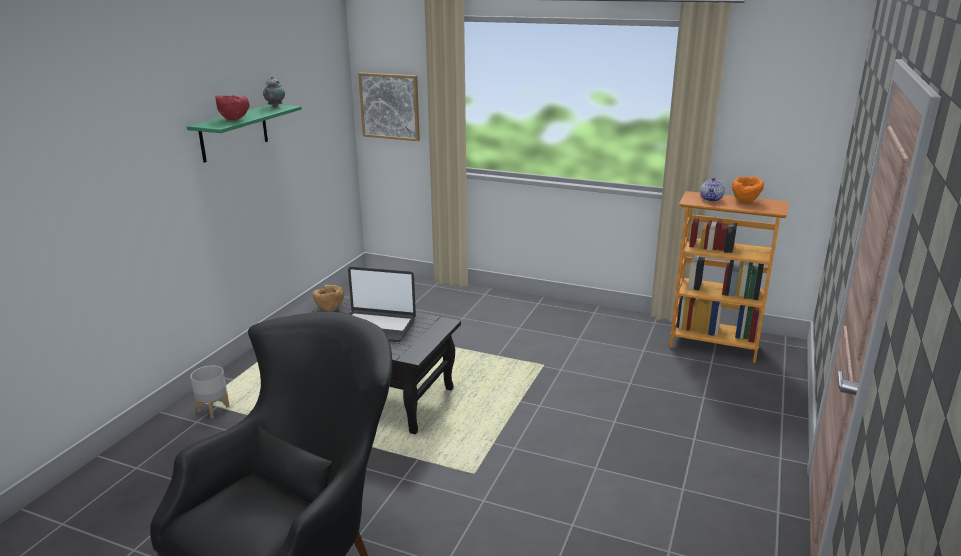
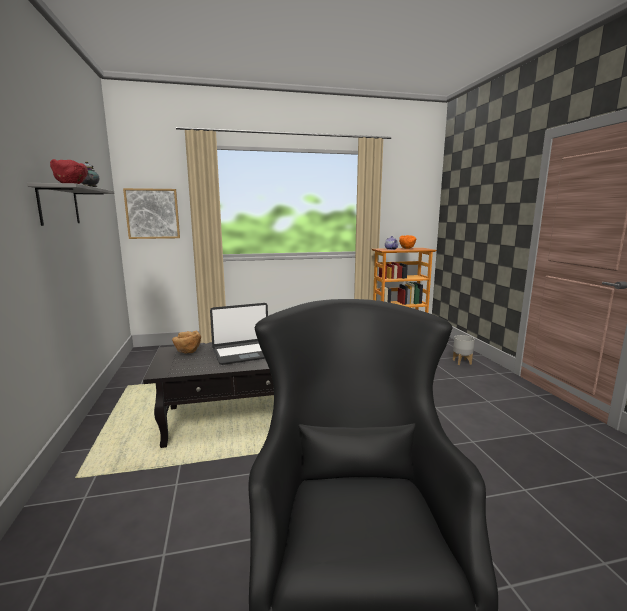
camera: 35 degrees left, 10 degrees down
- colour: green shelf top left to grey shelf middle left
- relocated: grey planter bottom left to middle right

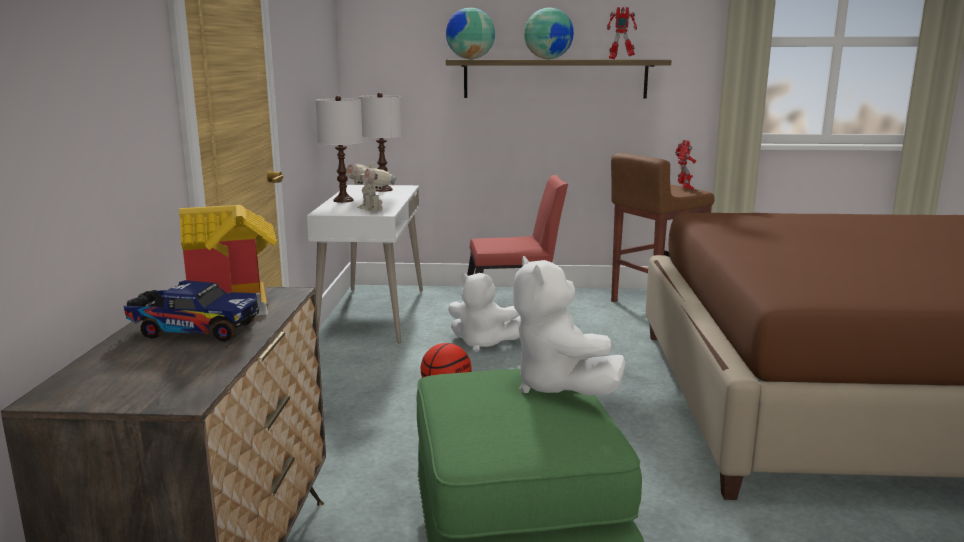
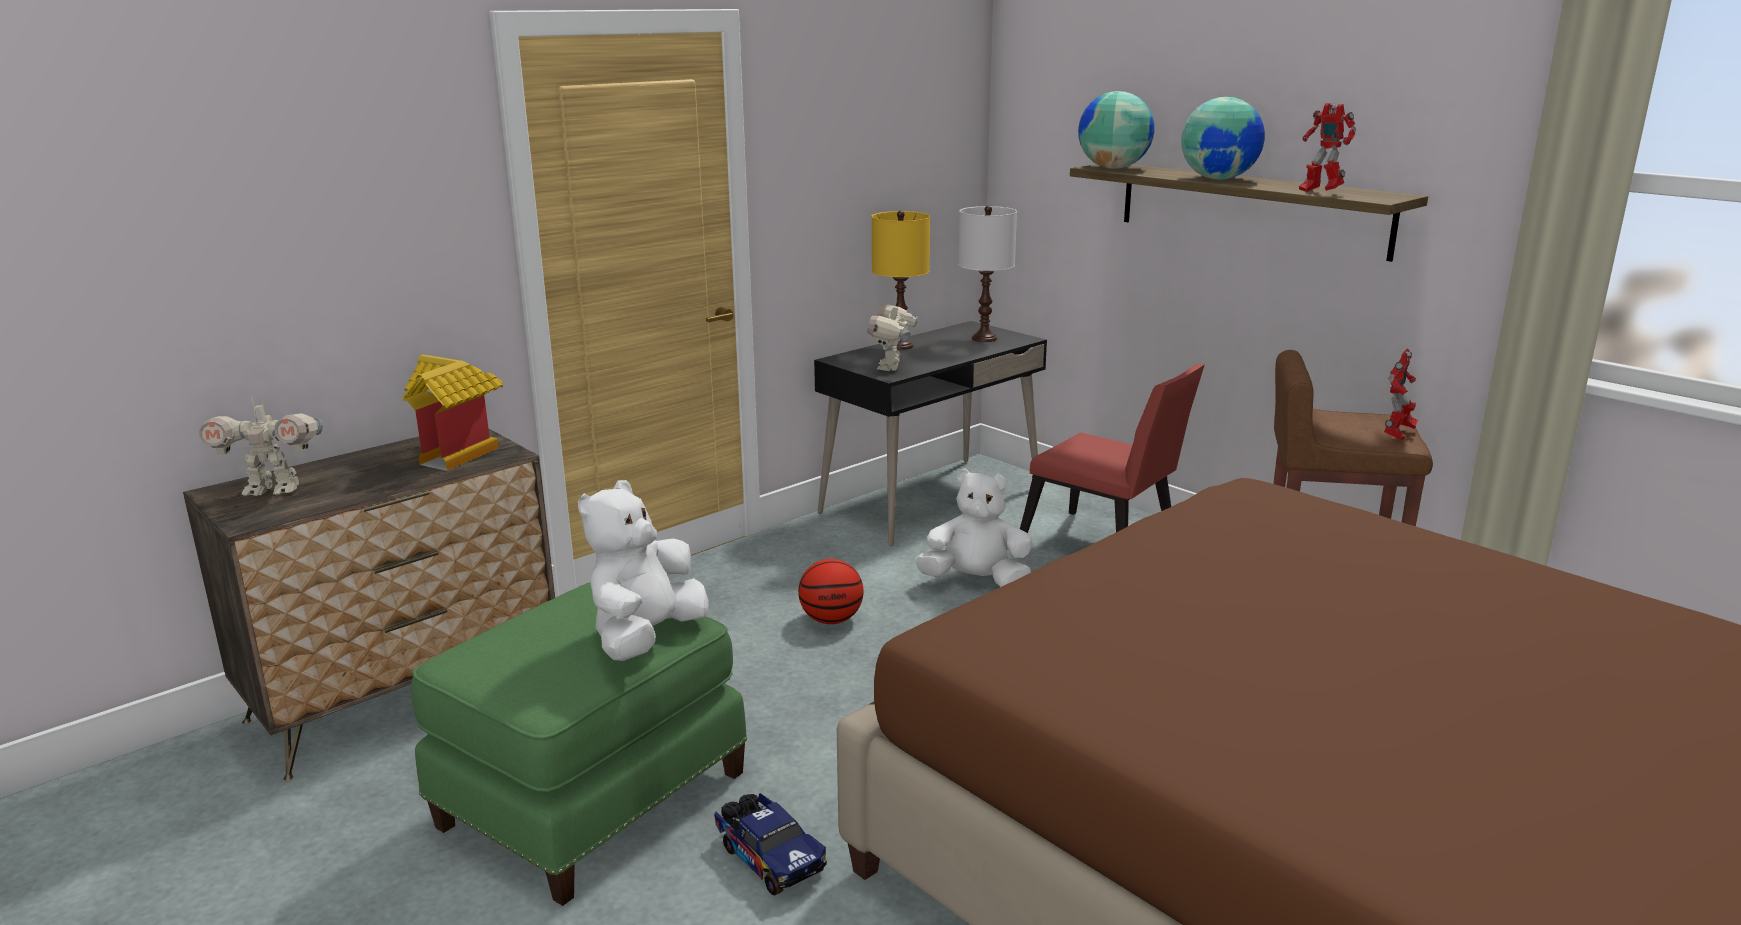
camera: 45 degrees right, 5 degrees up
- appeared: toy robot (no. 1 from left) middle left
- relocated: toy truck middle left to bottom centre
- colour: white desk centre to black desk centre
- colour: white table lamp (no. 1 from left) top centre to yellow table lamp top centre
- spun: white plush toy (no. 1 from left in the first image) centre = centre 120 degrees clockwise

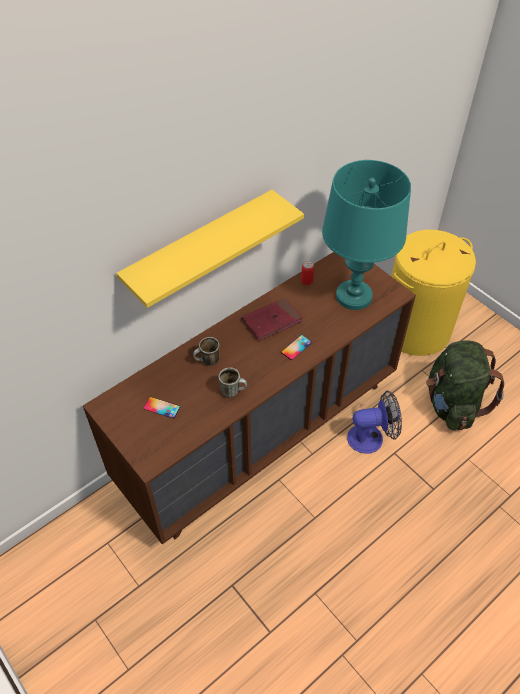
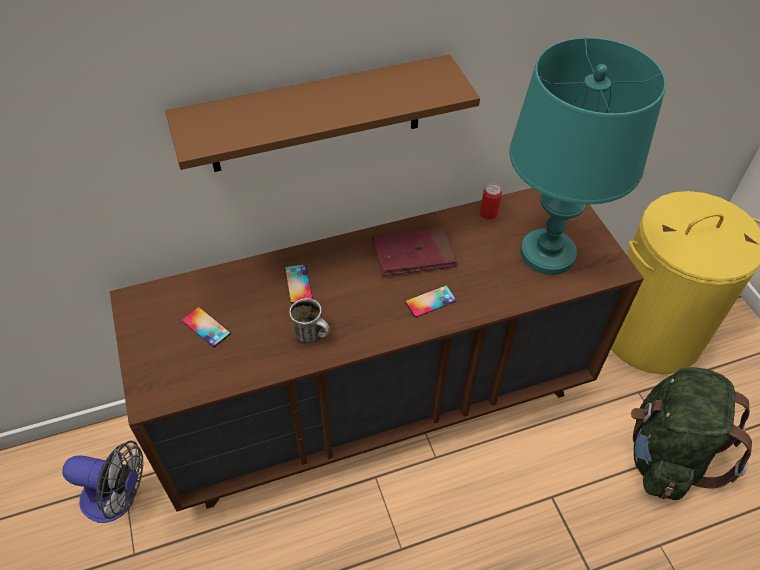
camera: 20 degrees right, 0 degrees up
- relocated: fan middle right to bottom left
- colour: yellow shelf centre to brown shelf top centre
- exchanged: mug (no. 1 from left) centre to phone (no. 2 from left) centre

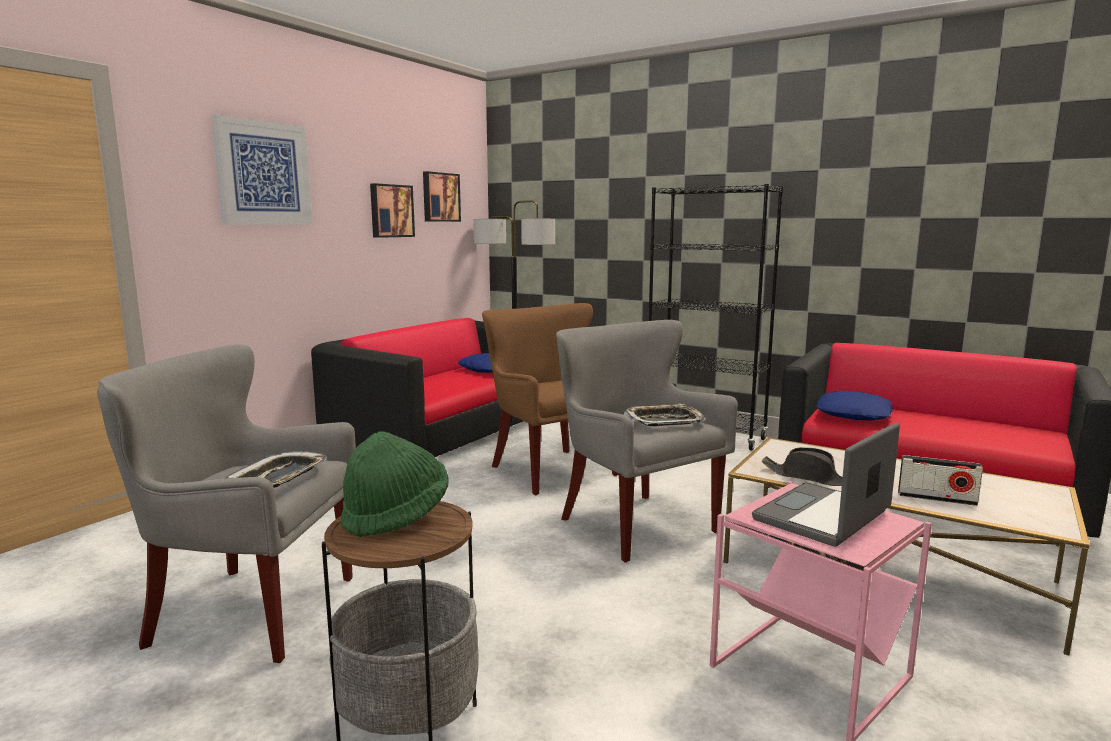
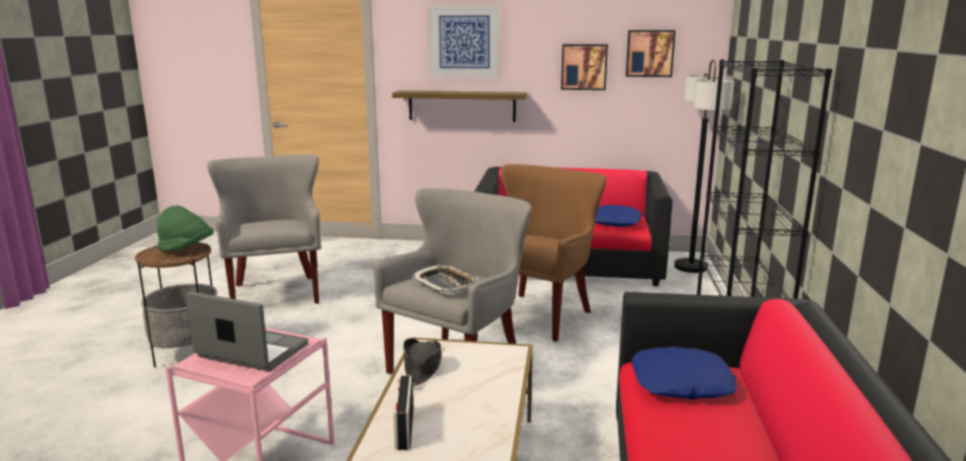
camera: 65 degrees right, 5 degrees up
- appeared: shelf top centre
- missing: tray (no. 1 from left) middle left

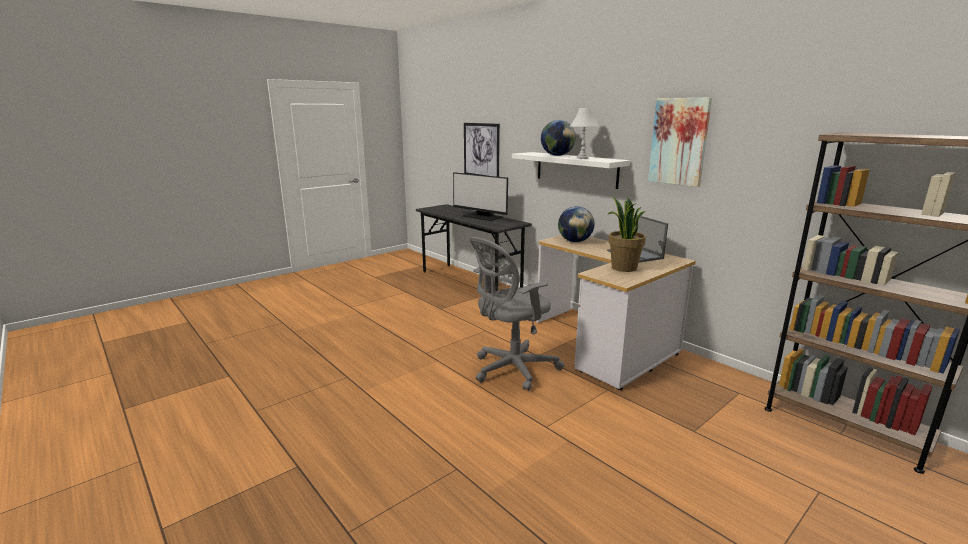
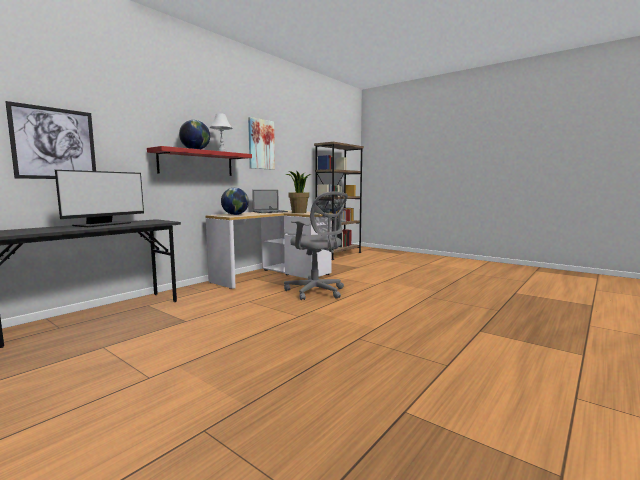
camera: 100 degrees left, 10 degrees down
- colour: white shelf top centre to red shelf middle left

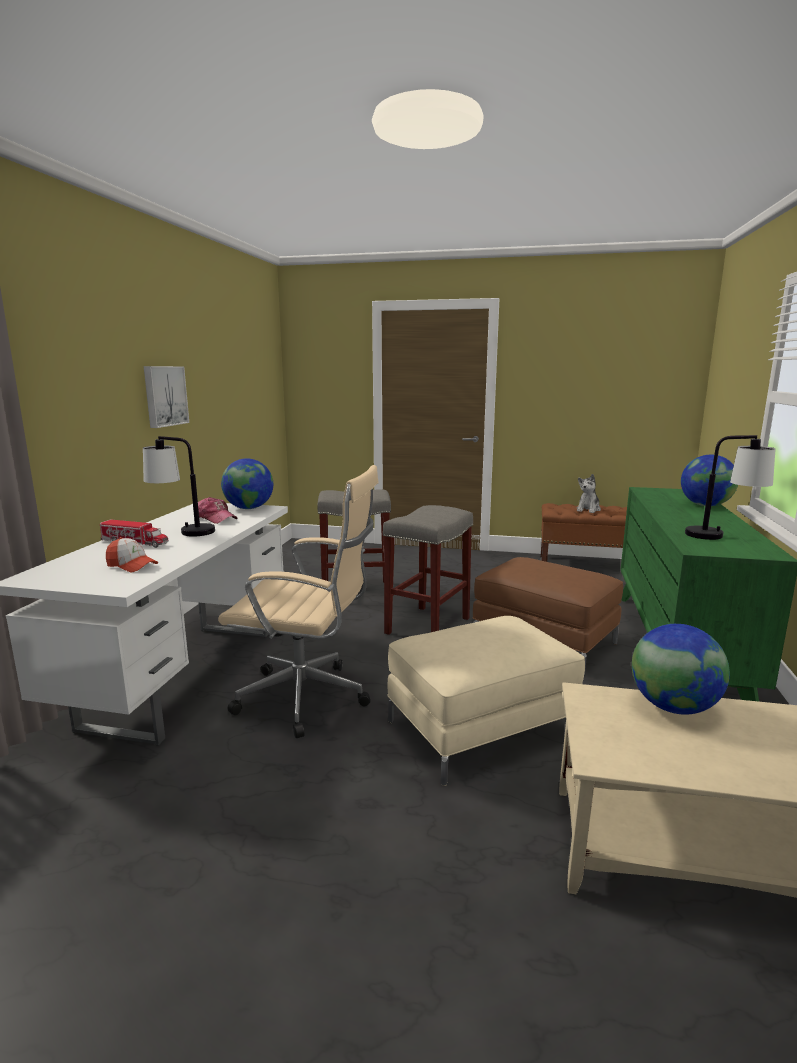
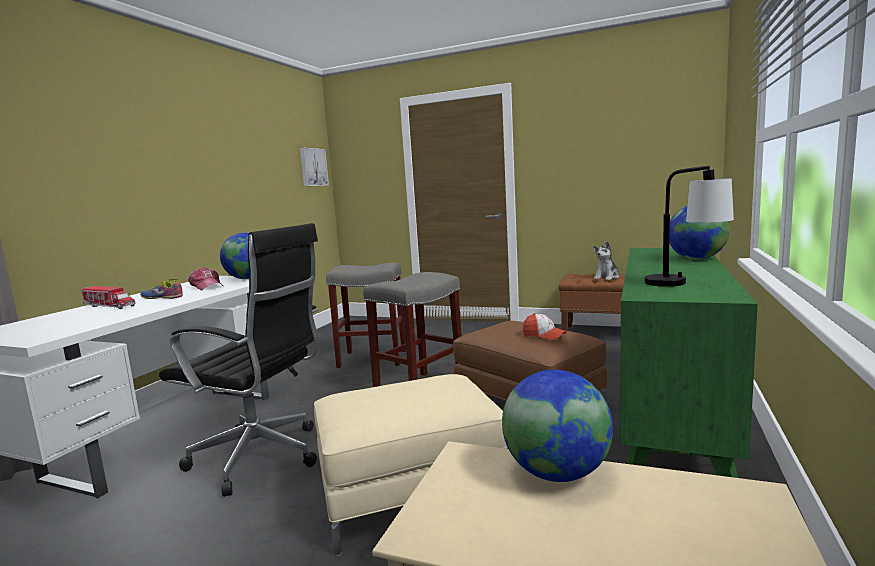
camera: 10 degrees right, 5 degrees down
- exchanged: table lamp (no. 1 from left) middle left to shoe middle left
- colour: beige office chair centre to black office chair middle left
- relocated: picture middle left to top centre
- relocated: cap (no. 1 from left in the first image) middle left to cap (no. 2 from left) centre

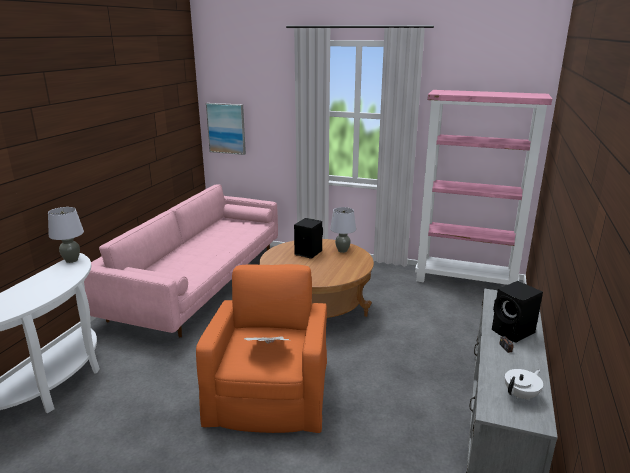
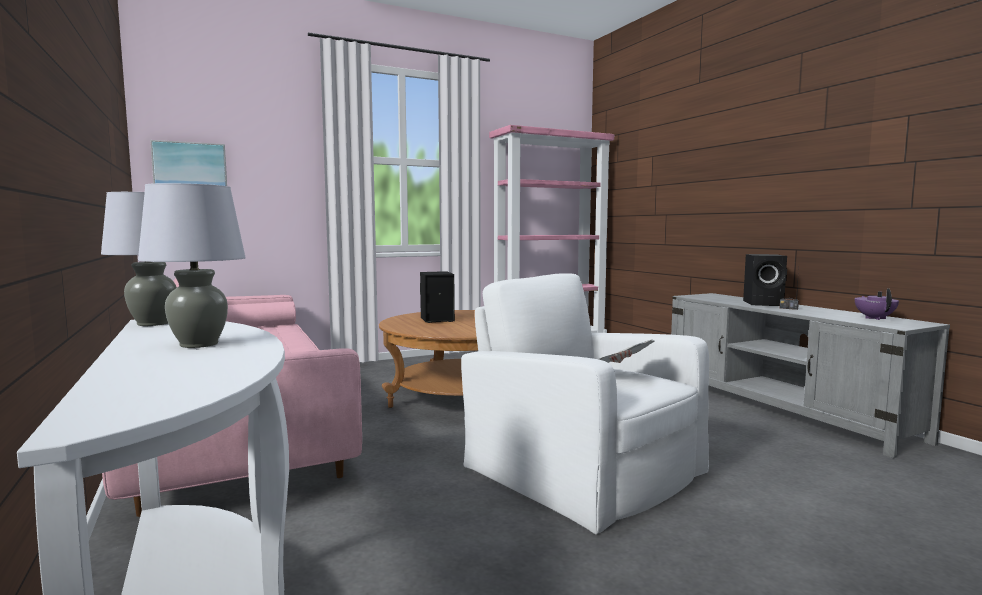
camera: 45 degrees left, 15 degrees down
- relocated: grey table lamp (no. 2 from left) centre to middle left
- colour: orange armchair bottom centre to white armchair bottom centre
- colour: white teapot bottom right to purple teapot middle right

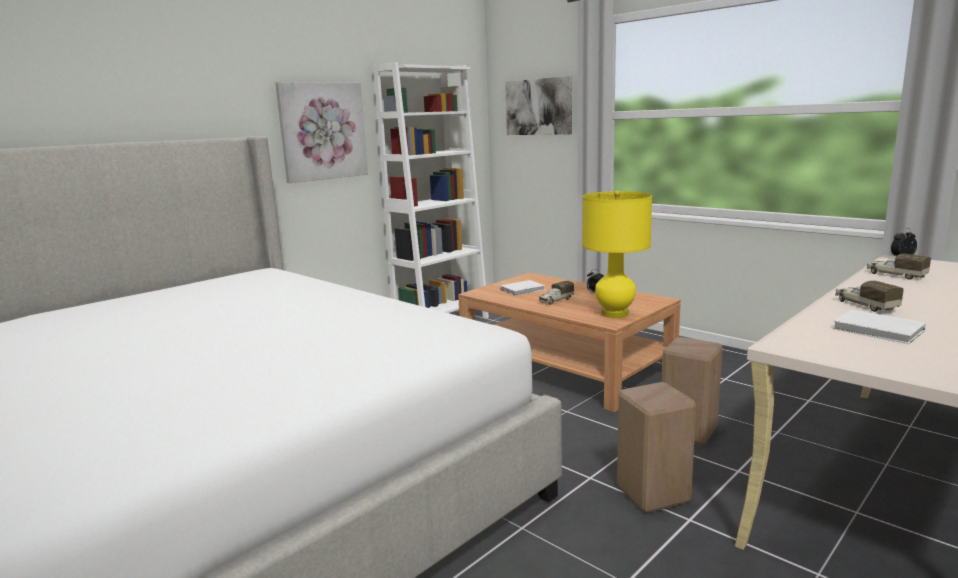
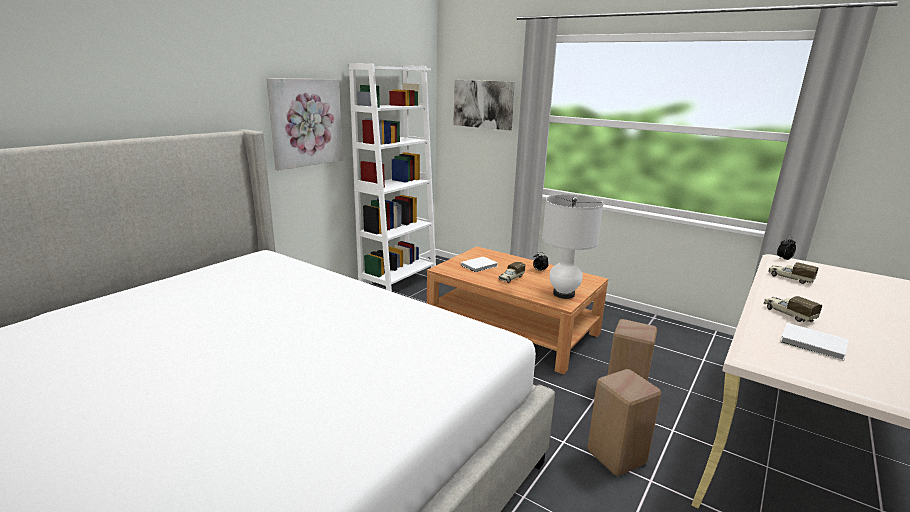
camera: 10 degrees left, 5 degrees up
- colour: yellow table lamp centre to white table lamp centre

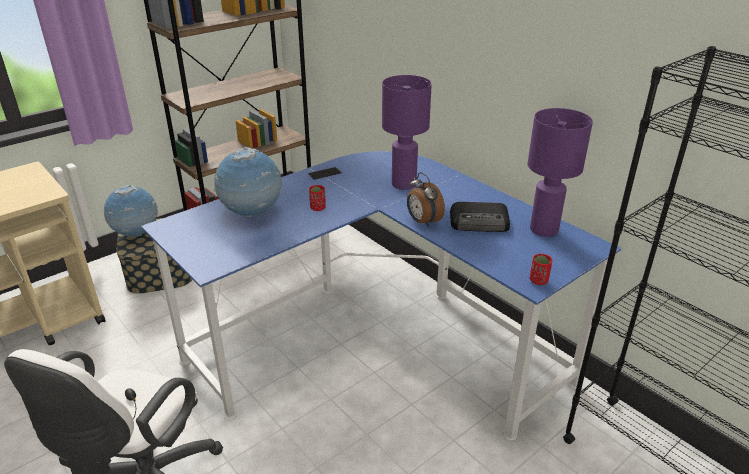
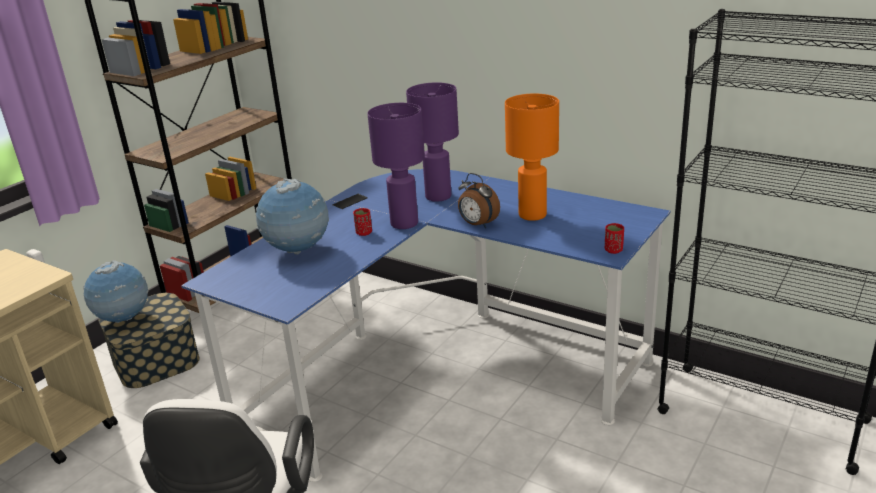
camera: 15 degrees left, 5 degrees down
- relocated: purple table lamp (no. 2 from left in the first image) middle right to purple table lamp (no. 1 from left) centre
- exchanged: radio centre to orange table lamp top centre

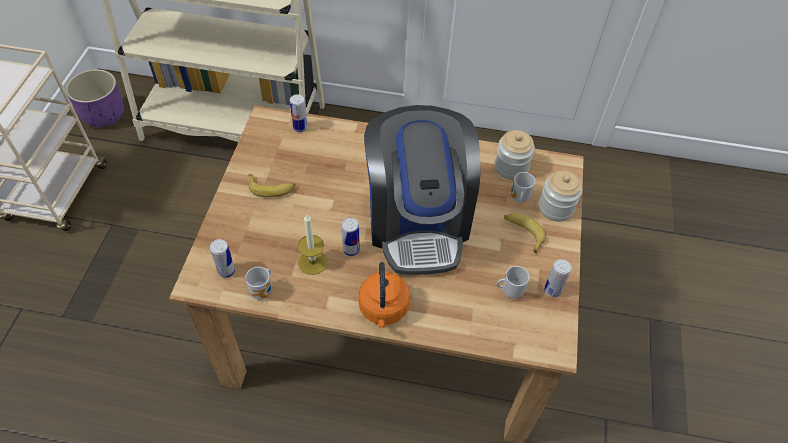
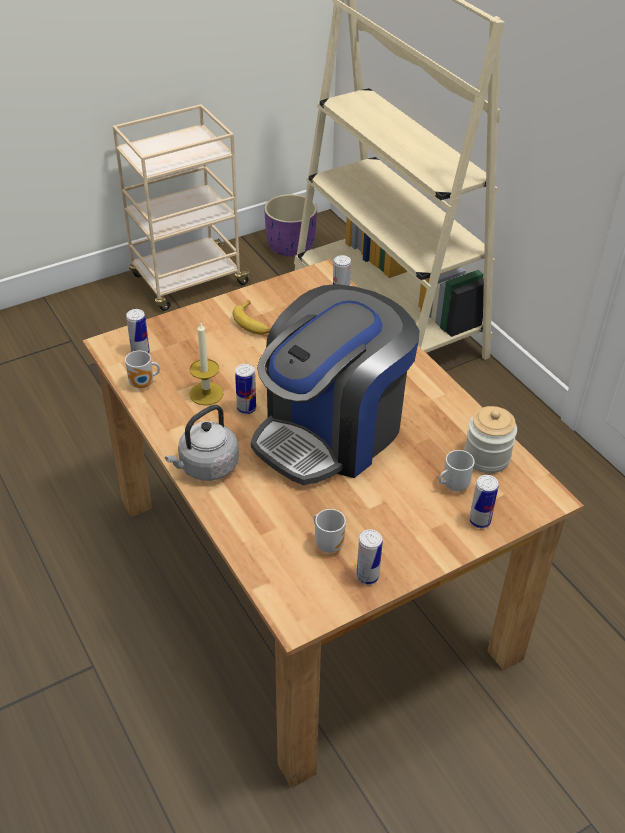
camera: 50 degrees right, 10 degrees down
- colour: orange kettle centre to grey kettle middle left
- exchanged: jar (no. 2 from left) middle right to can (no. 5 from left) middle right
- missing: banana (no. 2 from left) centre

